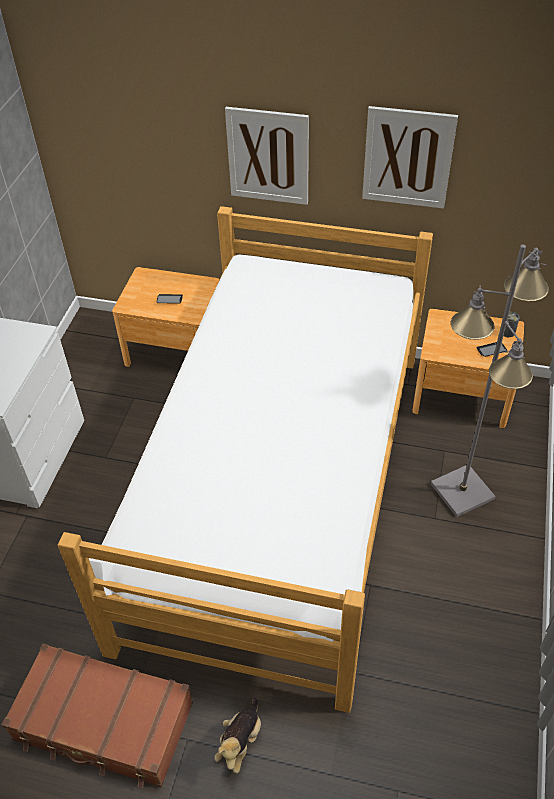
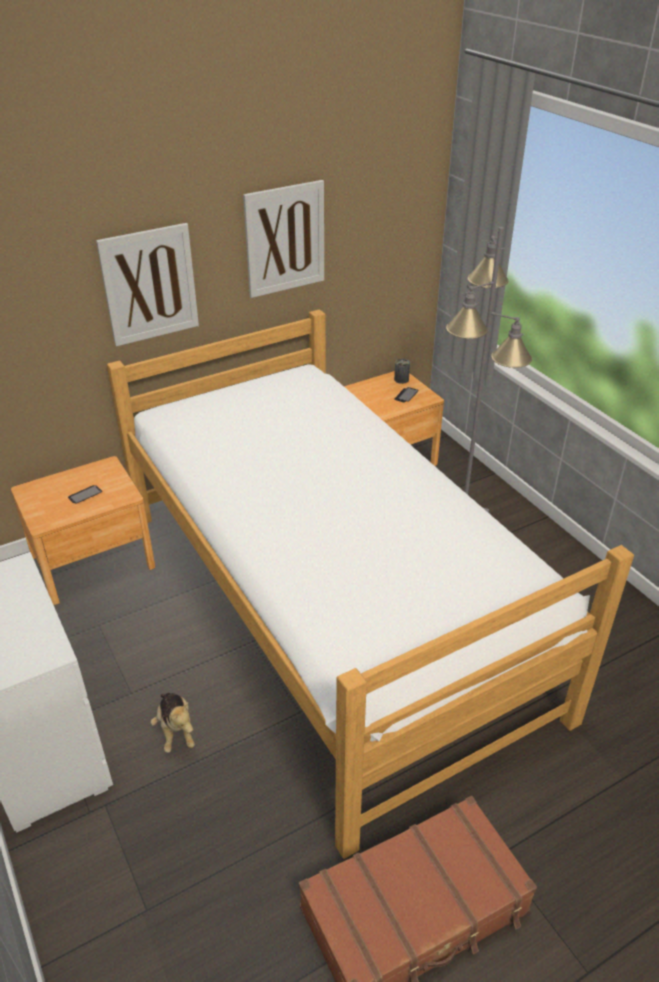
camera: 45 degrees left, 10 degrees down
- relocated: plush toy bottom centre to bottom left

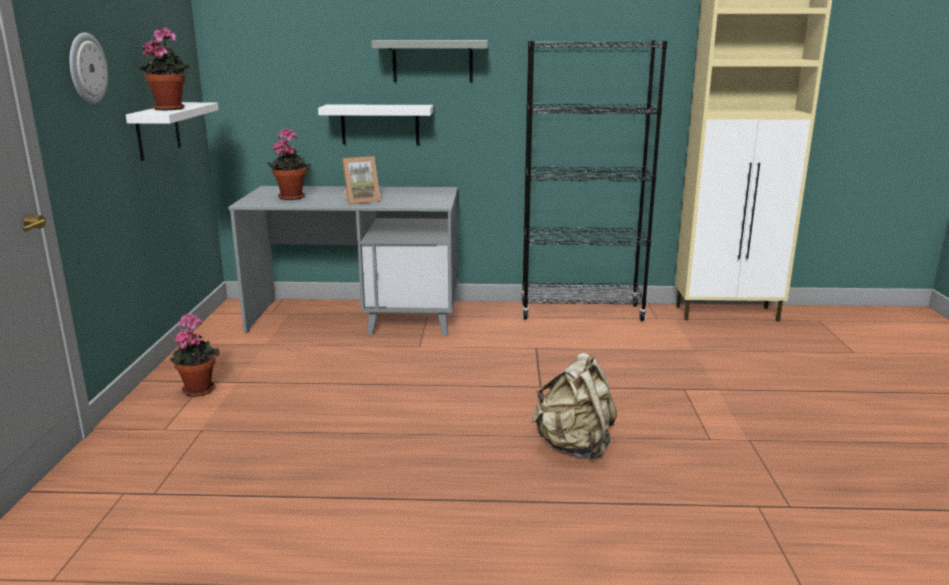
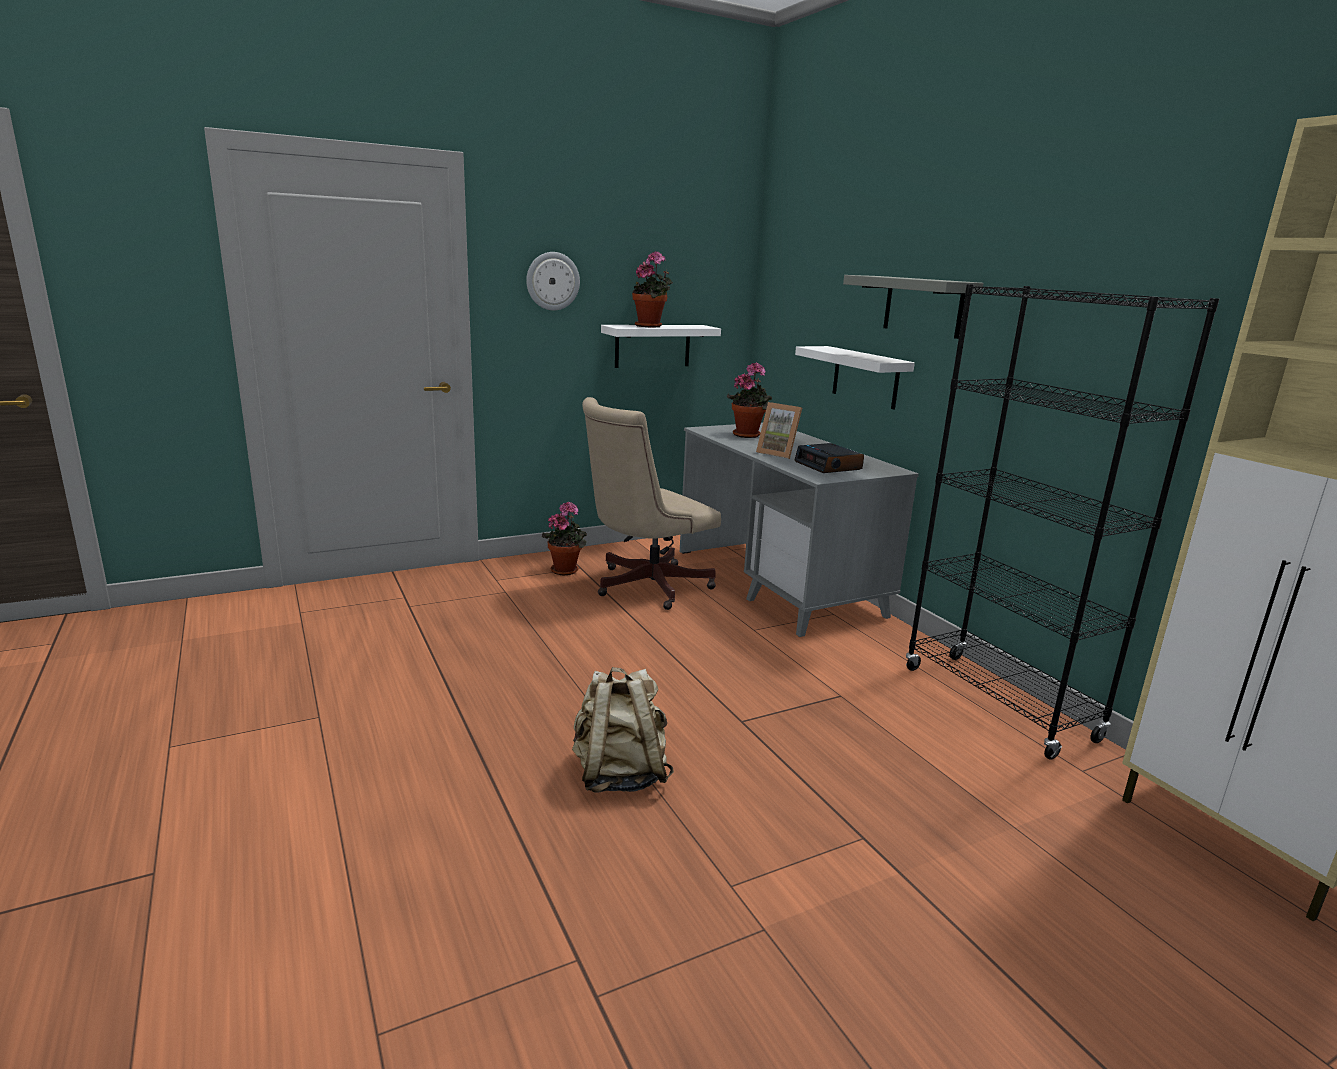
camera: 60 degrees right, 0 degrees up
- appeared: beige office chair centre
- appeared: alarm clock centre

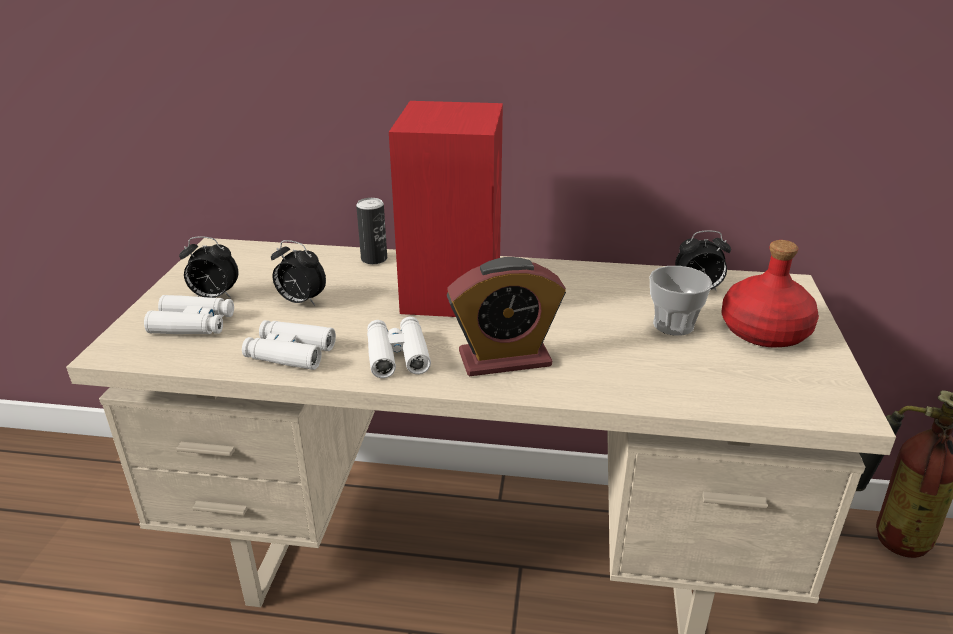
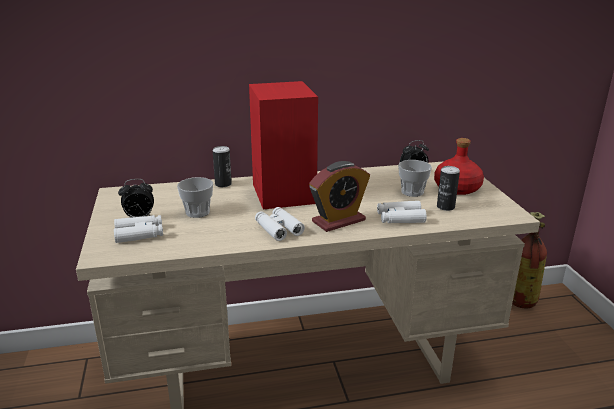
camera: 20 degrees left, 5 degrees down
- exchanged: alarm clock (no. 2 from left) middle left to cup (no. 1 from left) middle left
- relocated: white binoculars (no. 2 from left in the first image) middle left to white binoculars (no. 3 from left) centre
- appeared: can (no. 2 from left) middle right

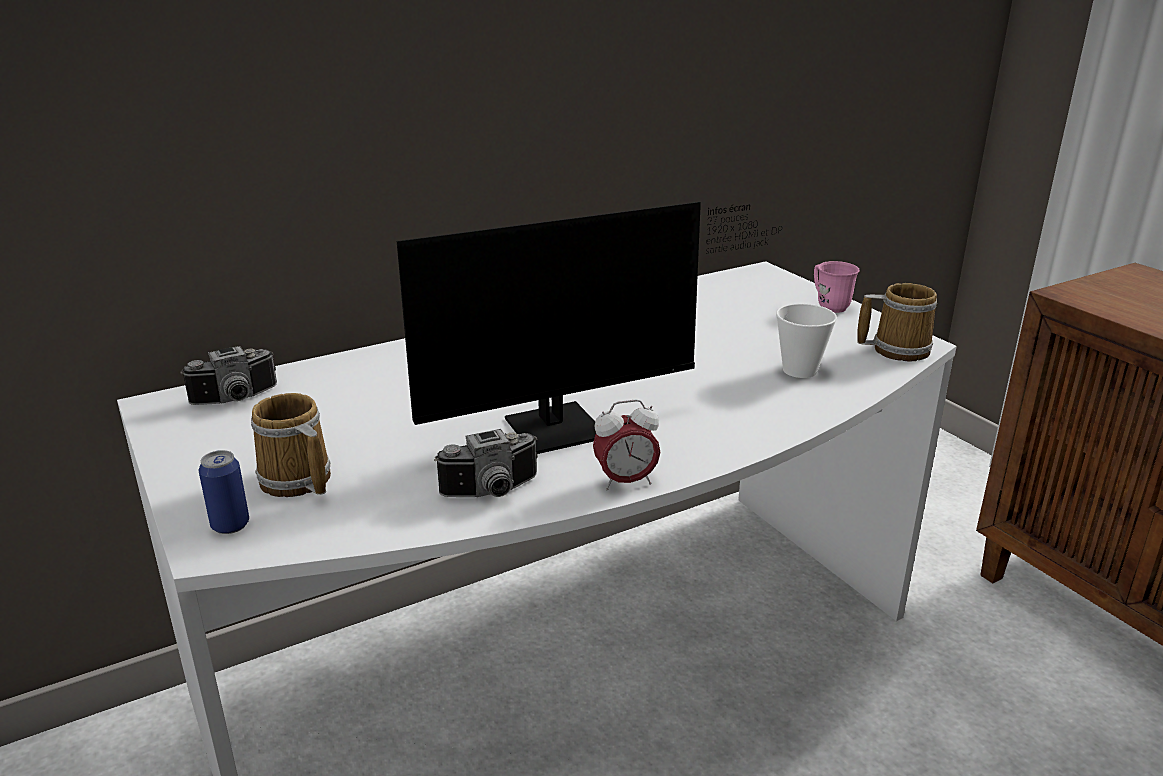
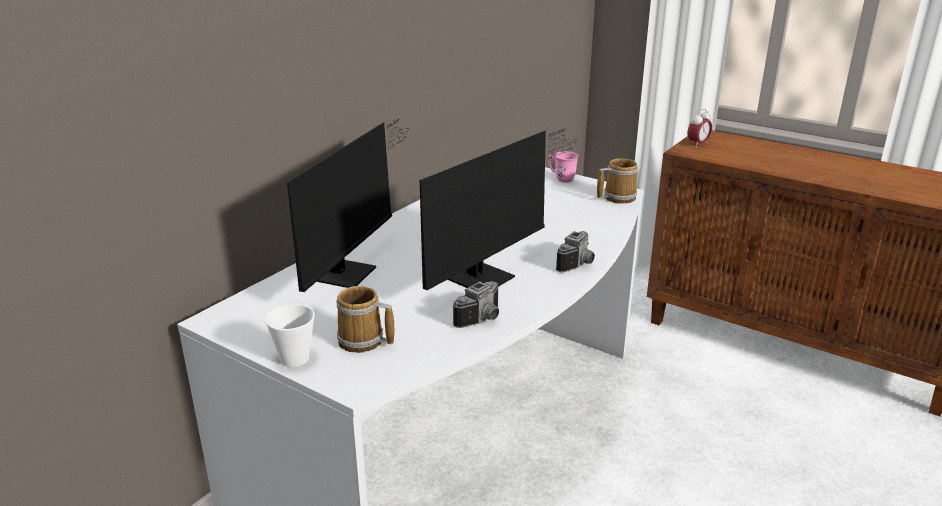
camera: 25 degrees left, 0 degrees up
- relocated: cup middle right to middle left
- appeared: monitor (no. 1 from left) centre
- relocated: photo camera (no. 1 from left in the first image) middle left to photo camera (no. 2 from left) centre
- relocated: alarm clock centre to top right
- missing: can middle left

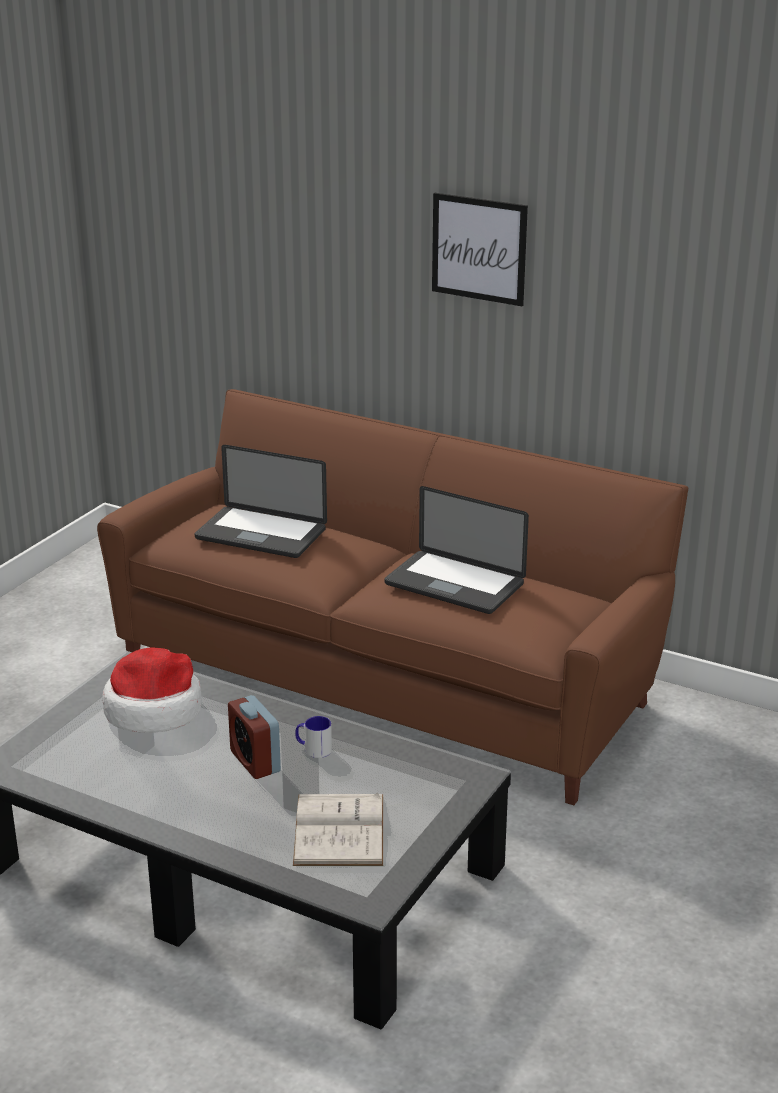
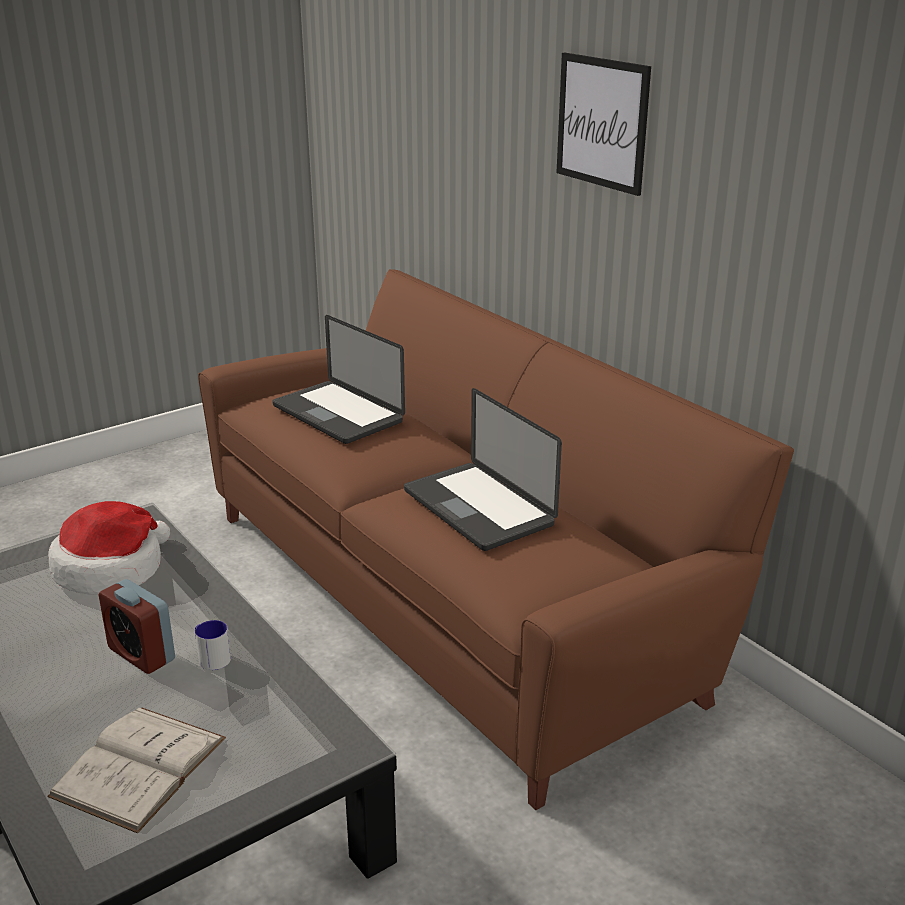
camera: 25 degrees right, 0 degrees up
- spun: alarm clock bottom left = bottom left 45 degrees counterclockwise

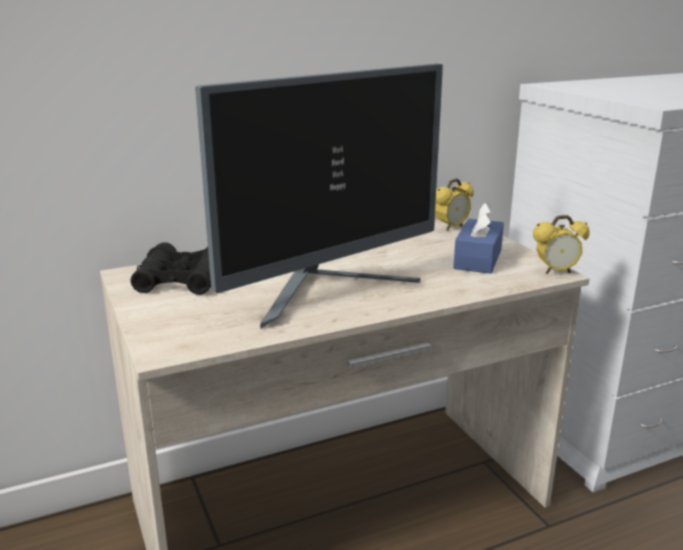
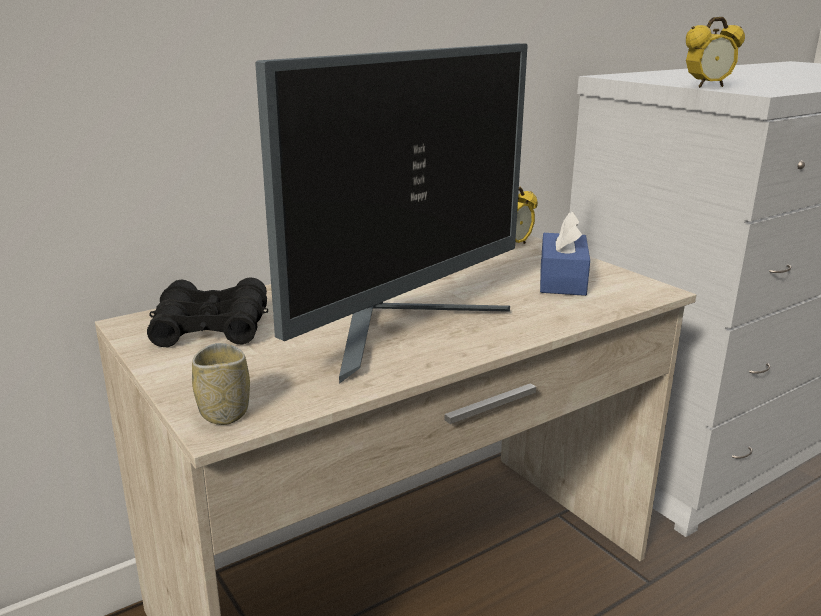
camera: 10 degrees left, 0 degrees up
- appeared: cup middle left
- relocated: alarm clock (no. 2 from left) middle right to top right

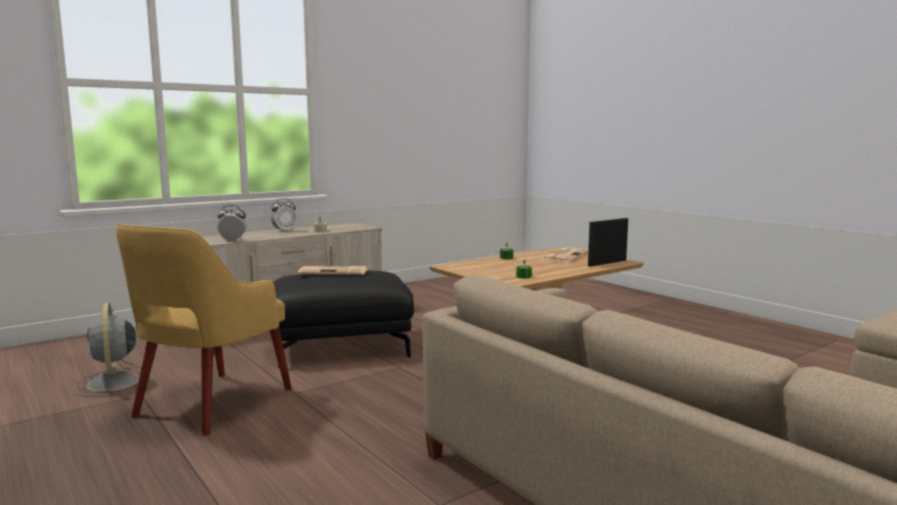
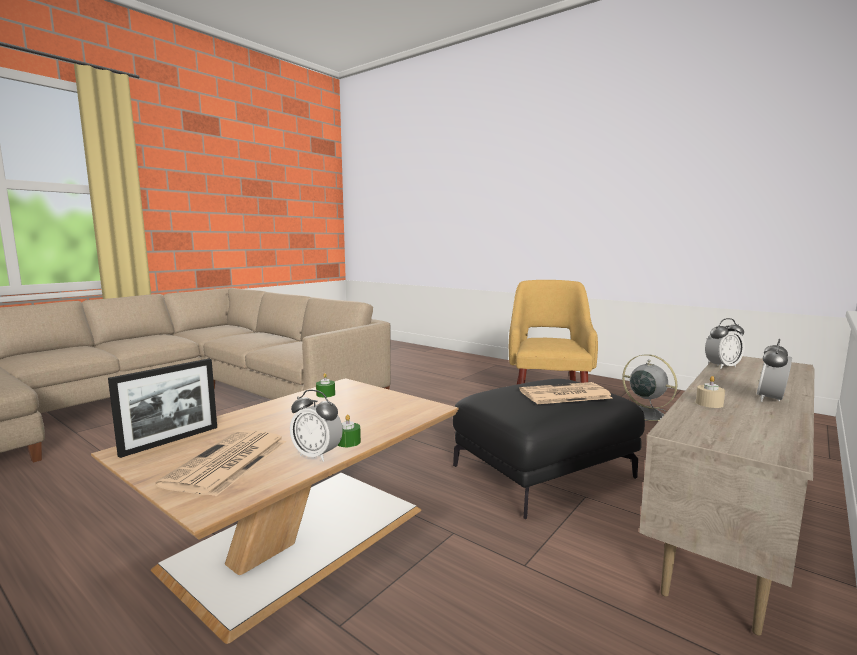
camera: 165 degrees right, 0 degrees up
- appeared: alarm clock (no. 1 from left) centre

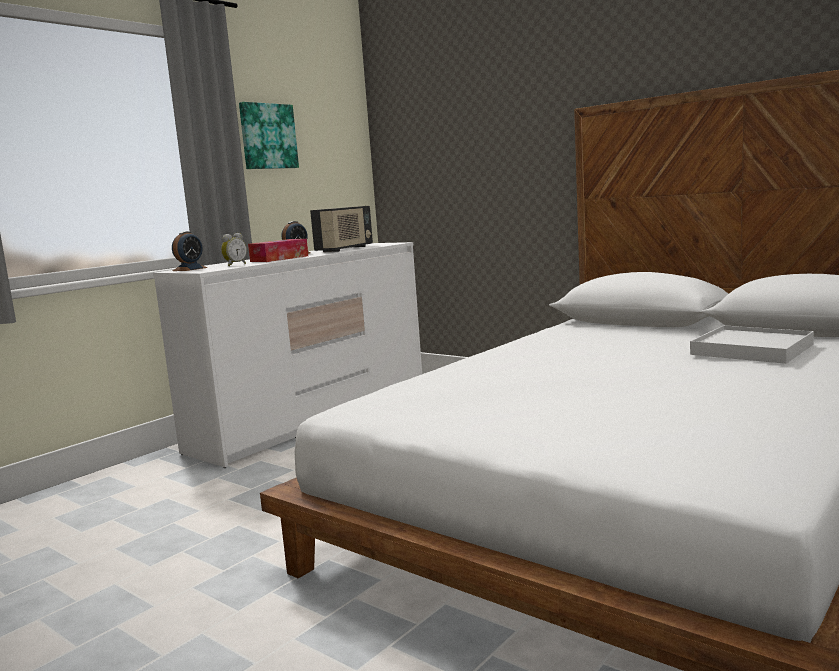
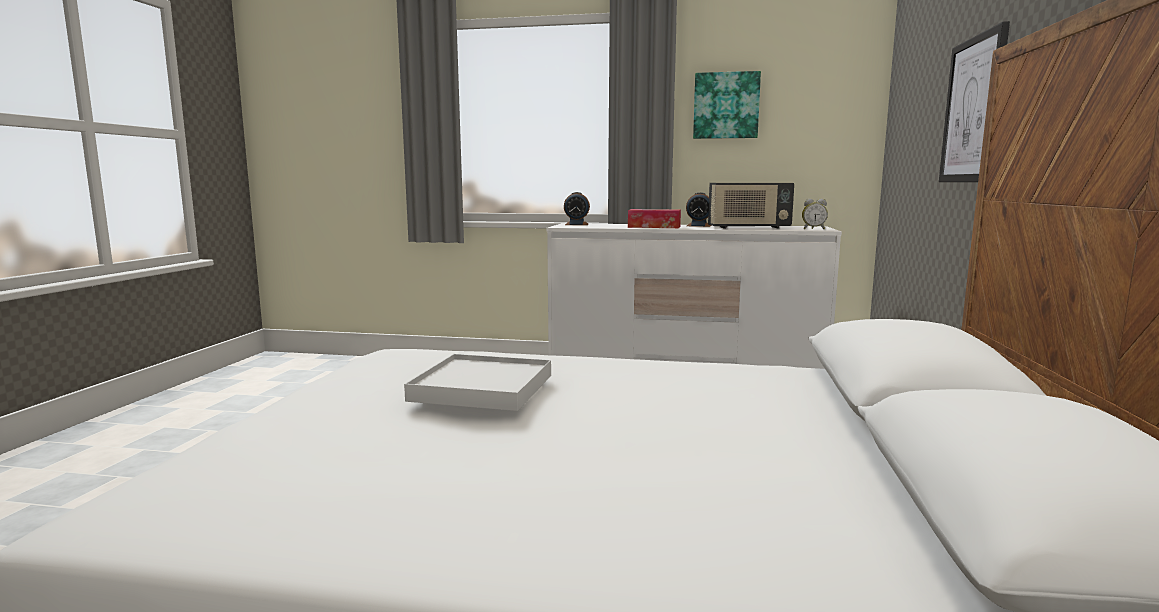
camera: 60 degrees right, 0 degrees up
- relocated: white tray middle right to centre
- relocated: alarm clock (no. 2 from left in the first image) middle left to alarm clock (no. 3 from left) middle right
- appeared: picture (no. 2 from left) top right

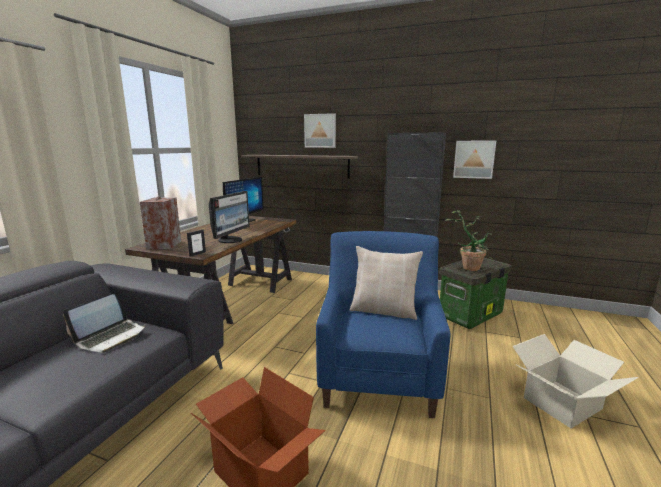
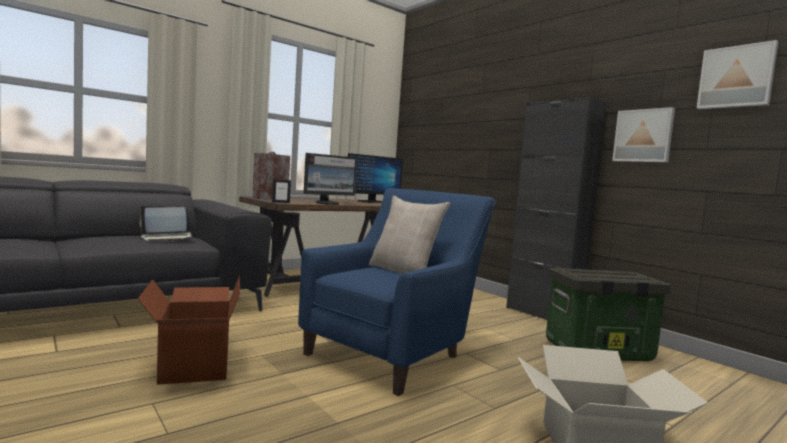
camera: 30 degrees right, 10 degrees down
- relocated: picture (no. 1 from left in the first image) top centre to picture (no. 2 from left) top right
- missing: shelf centre
- missing: potted plant middle right

